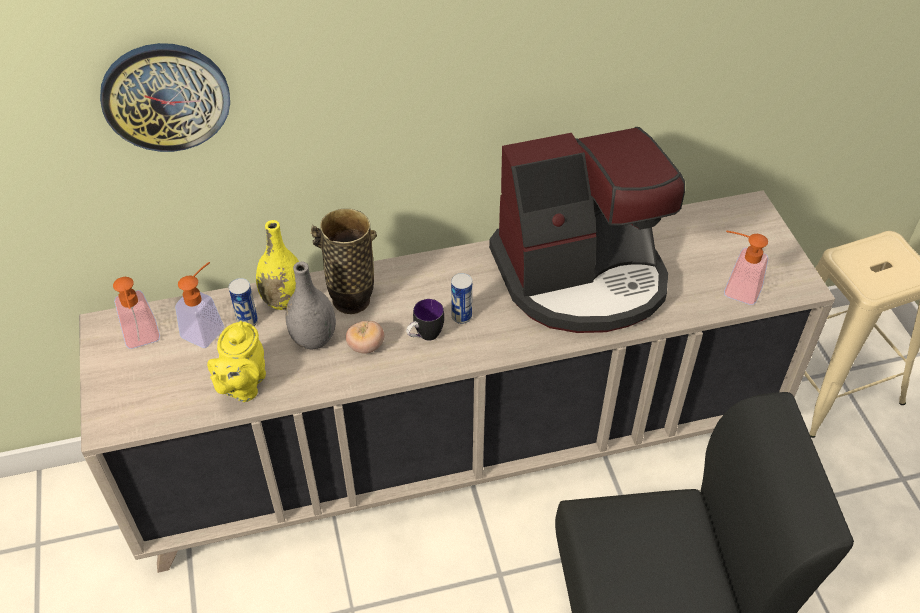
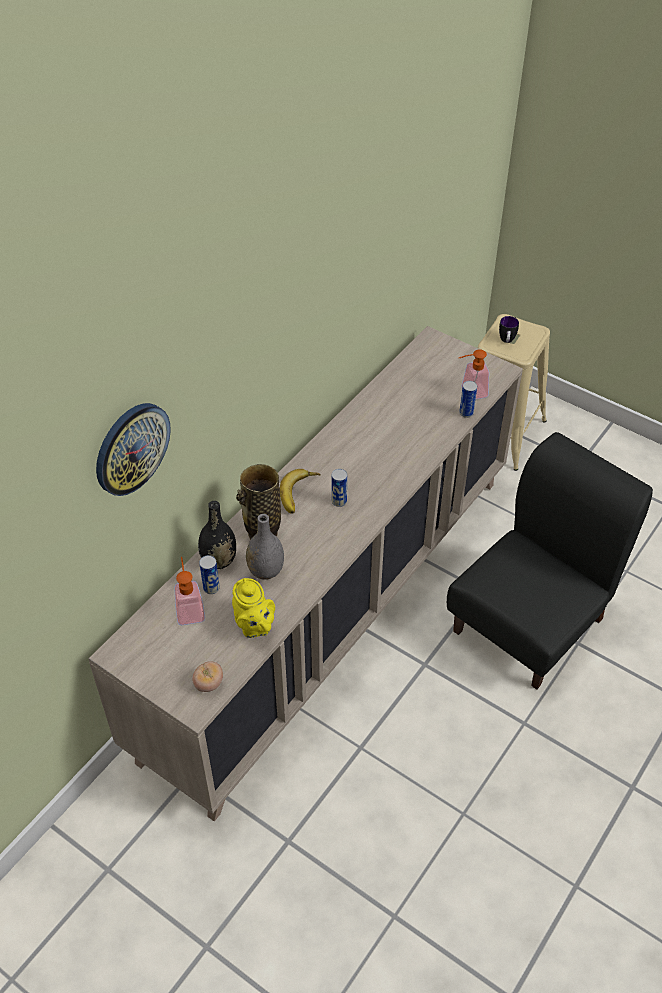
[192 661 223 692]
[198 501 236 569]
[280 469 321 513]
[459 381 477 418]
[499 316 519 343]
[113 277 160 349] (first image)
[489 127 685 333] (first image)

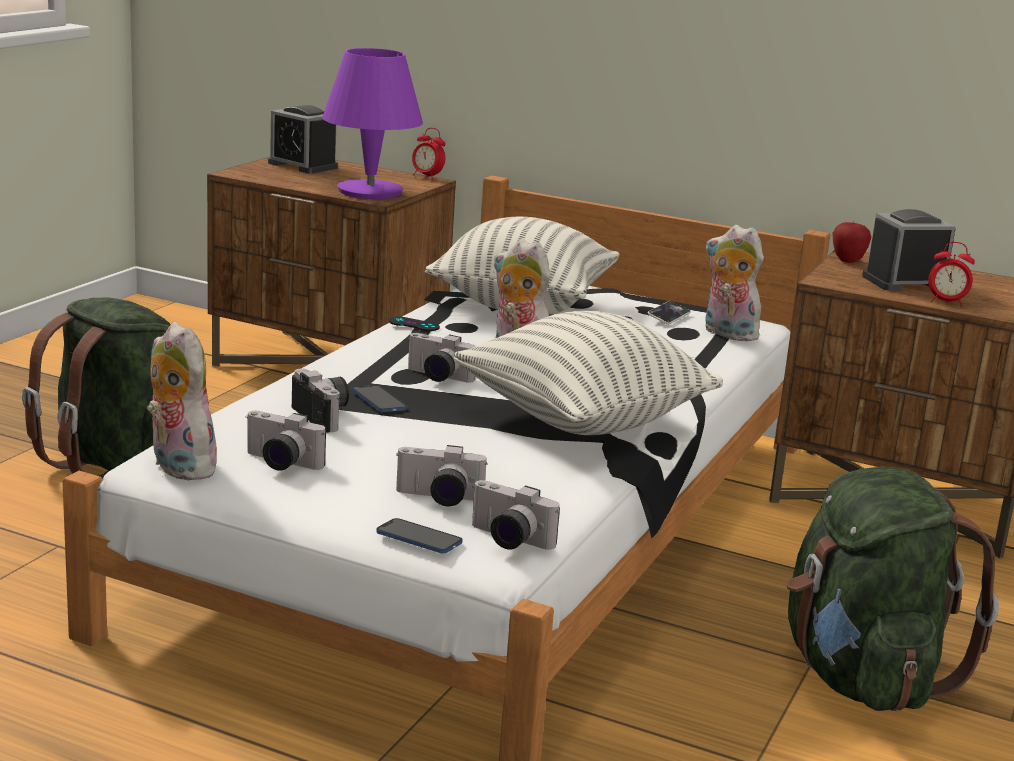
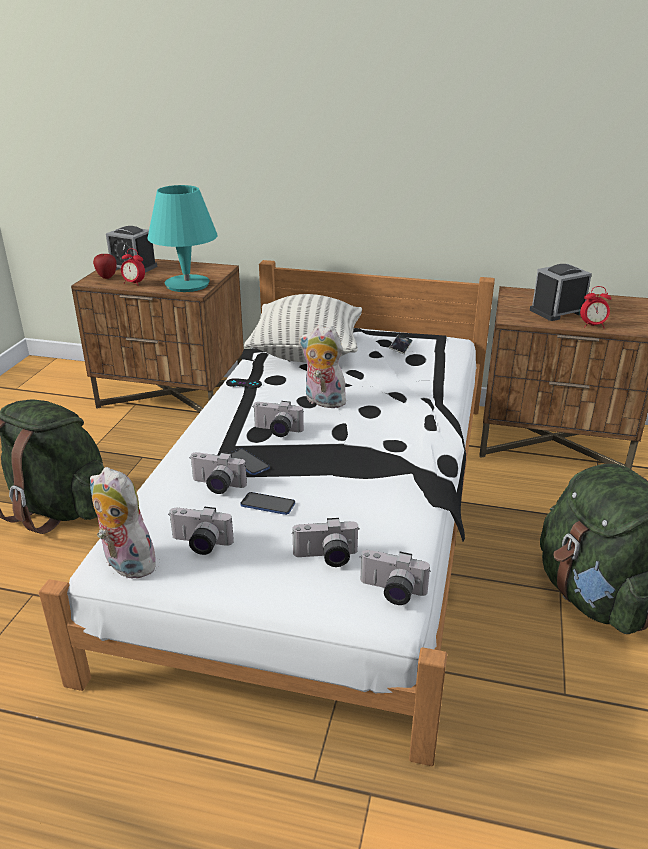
[93 253 117 279]
[121 248 145 286]
[147 185 217 292]
[190 452 247 494]
[241 492 295 515]
[453 311 723 435] (first image)
[705 225 764 341] (first image)

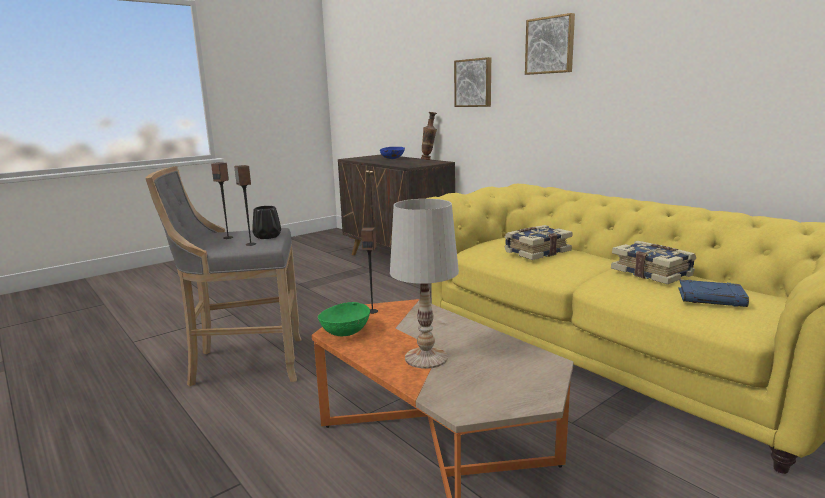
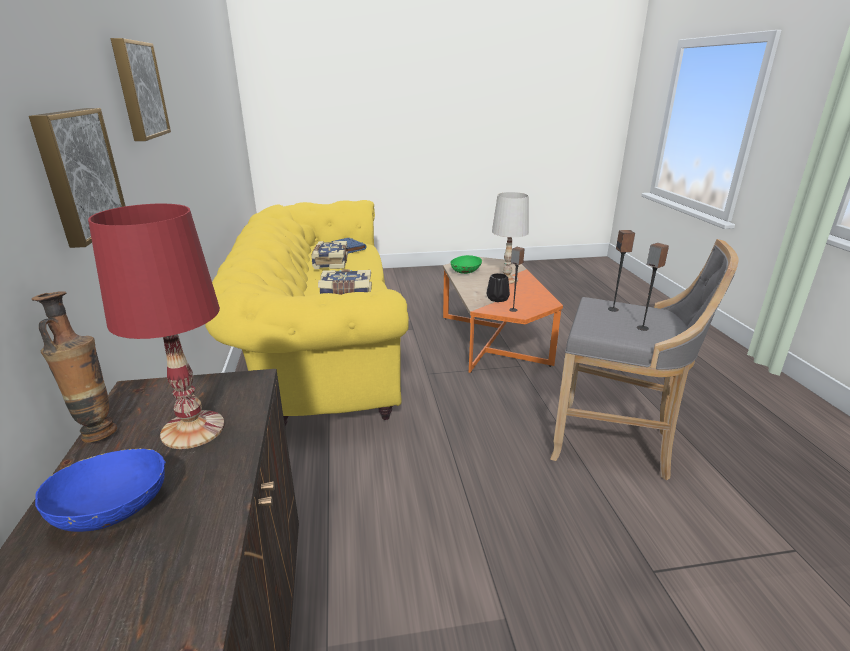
[88 204 225 449]
[451 255 482 274]
[486 273 510 302]

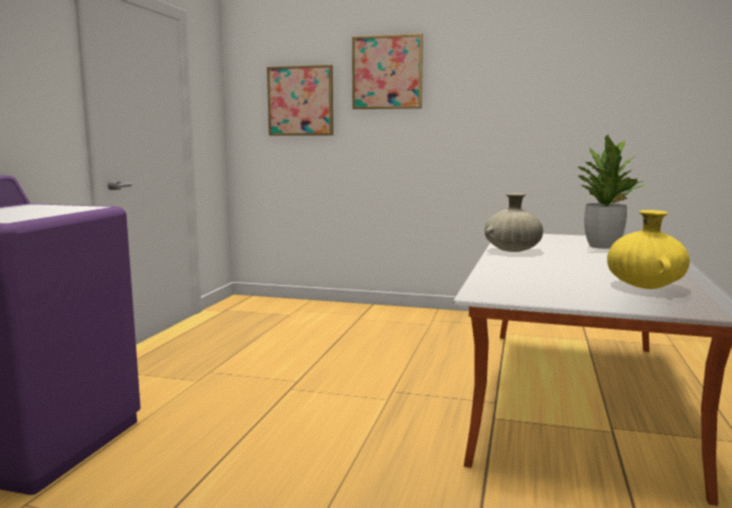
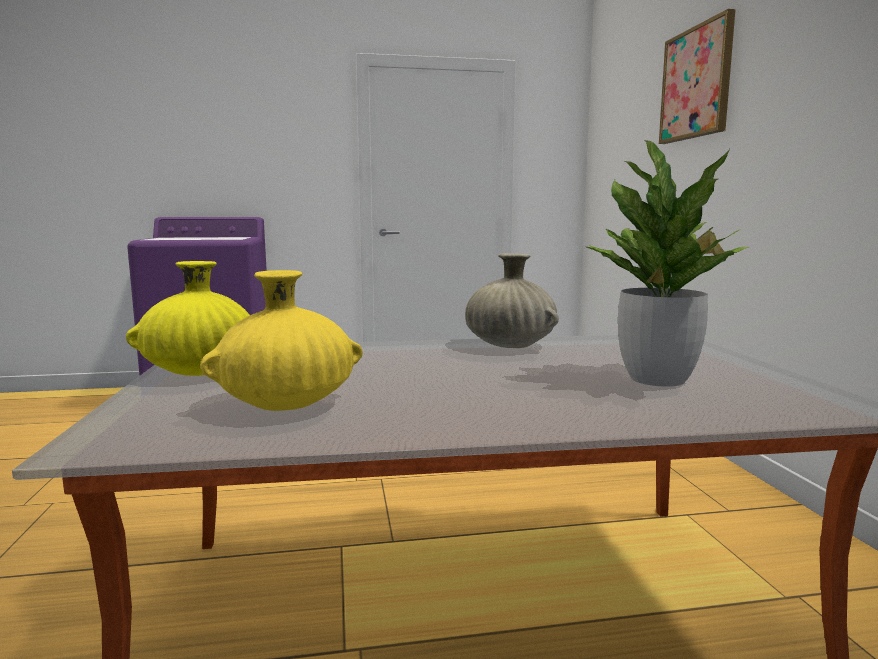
[126 261 250 376]
[267 65 333 136] (first image)

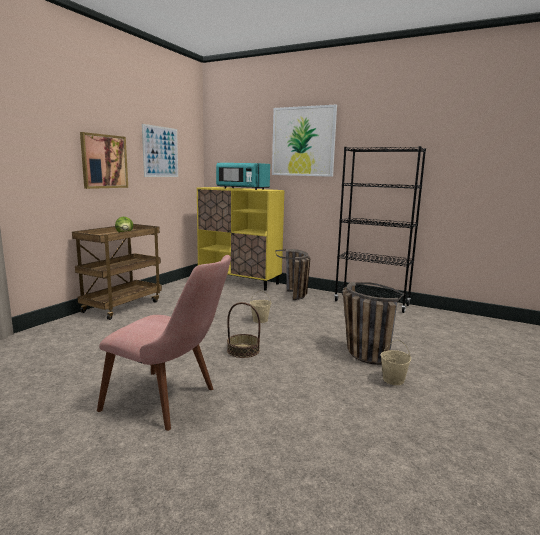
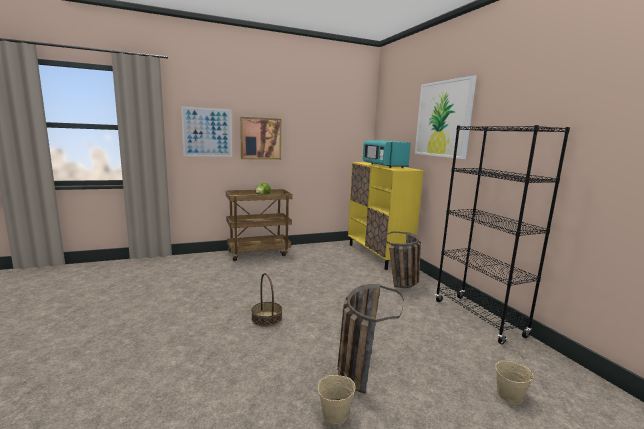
[181 106 232 157]
[495 353 533 404]
[97 255 231 431] (first image)

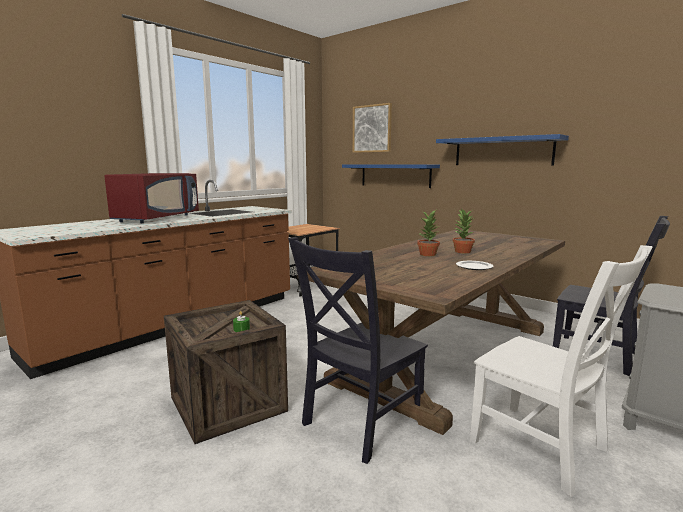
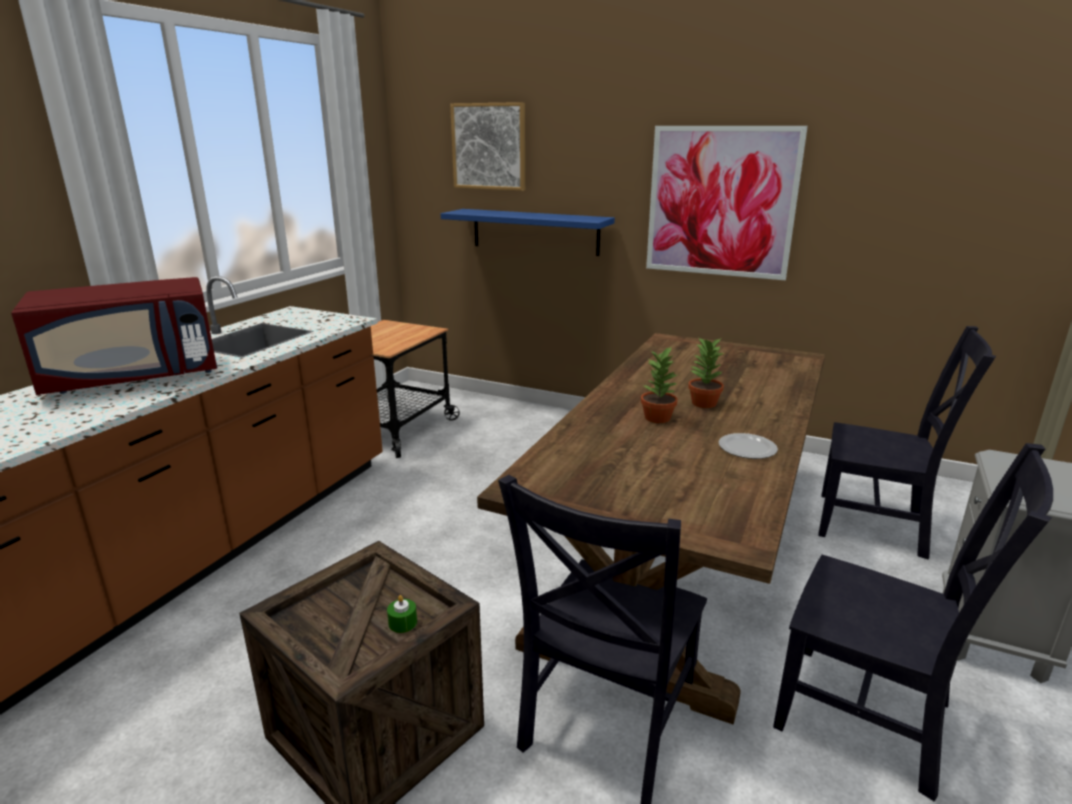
[11 277 217 395]
[646 126 808 280]
[773 443 1053 801]

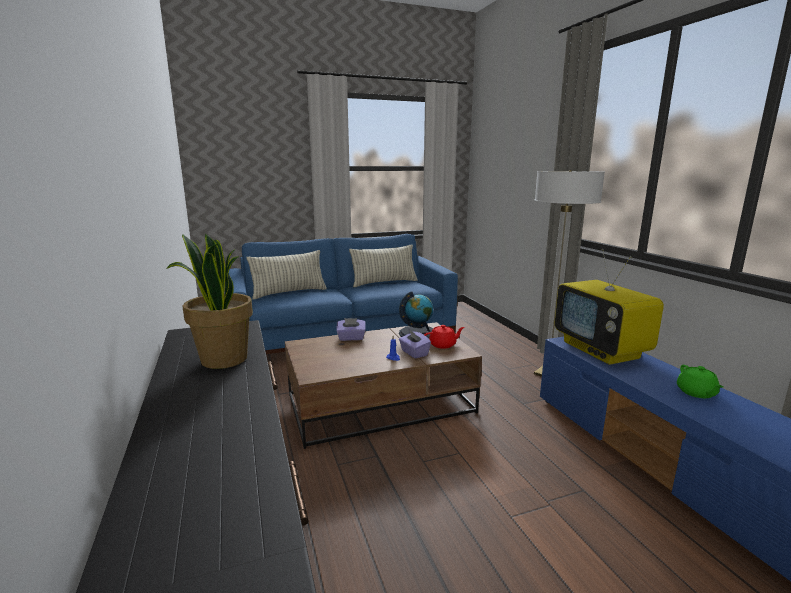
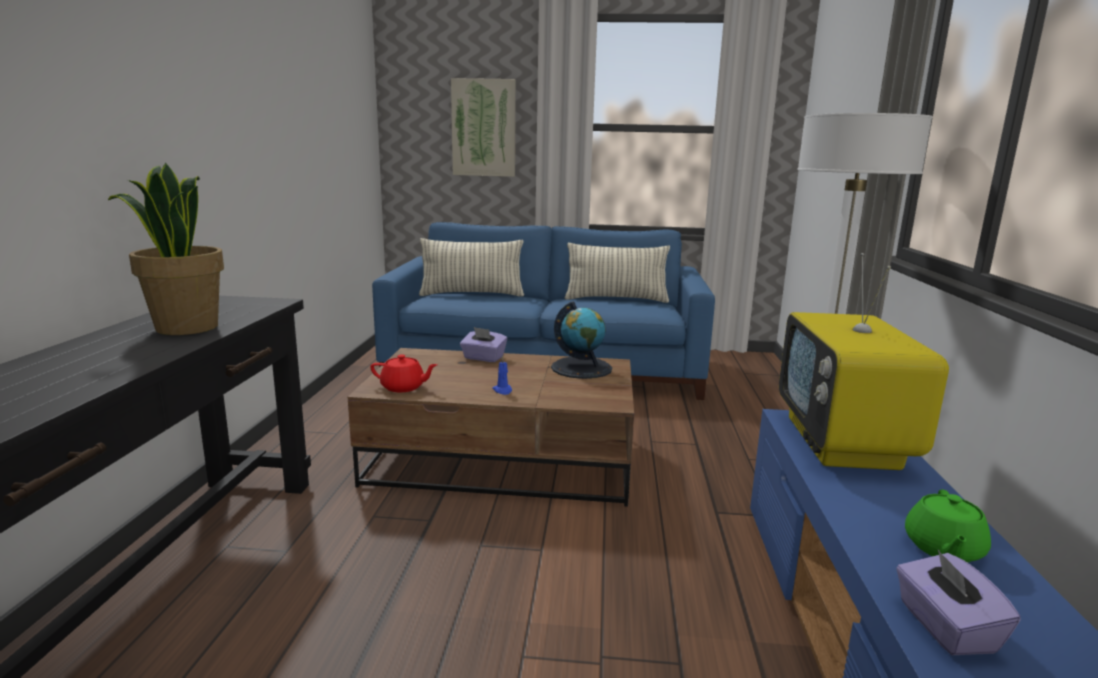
[370 354 438 392]
[451 78 516 177]
[896 550 1021 655]

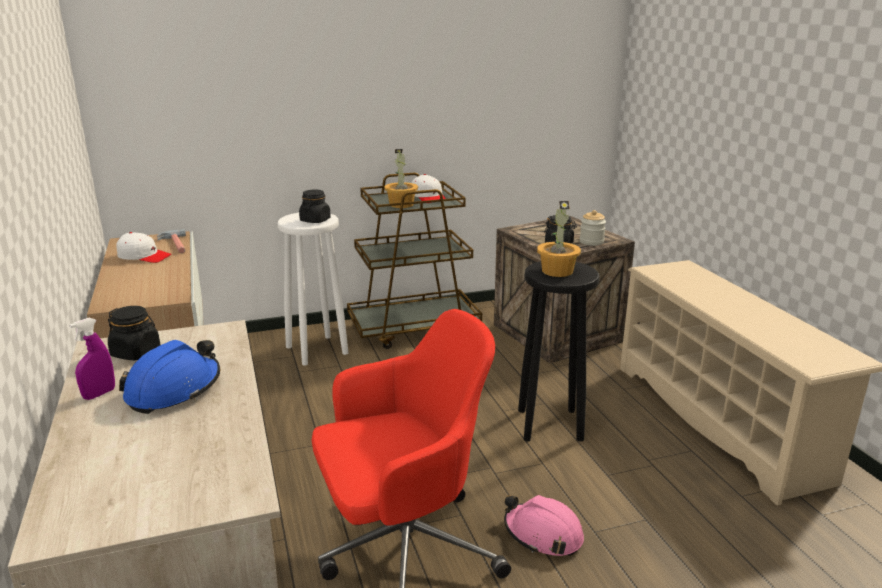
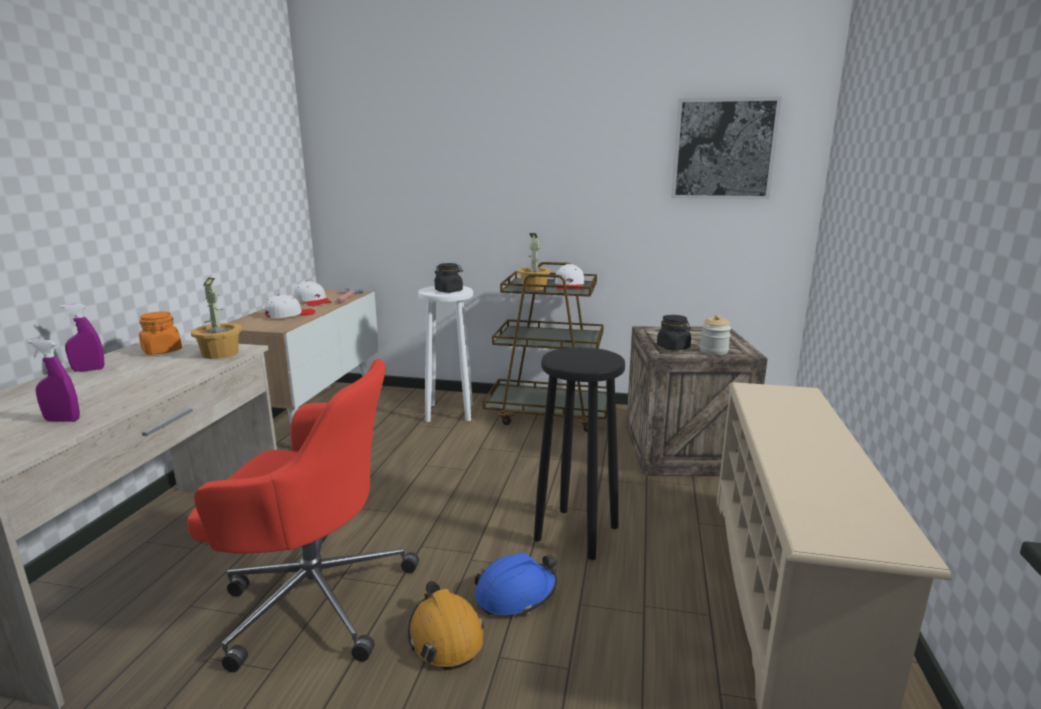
[27 340 80 422]
[139 312 182 355]
[191 277 242 359]
[265 295 315 318]
[408 581 484 670]
[474 552 557 615]
[671 96 782 199]

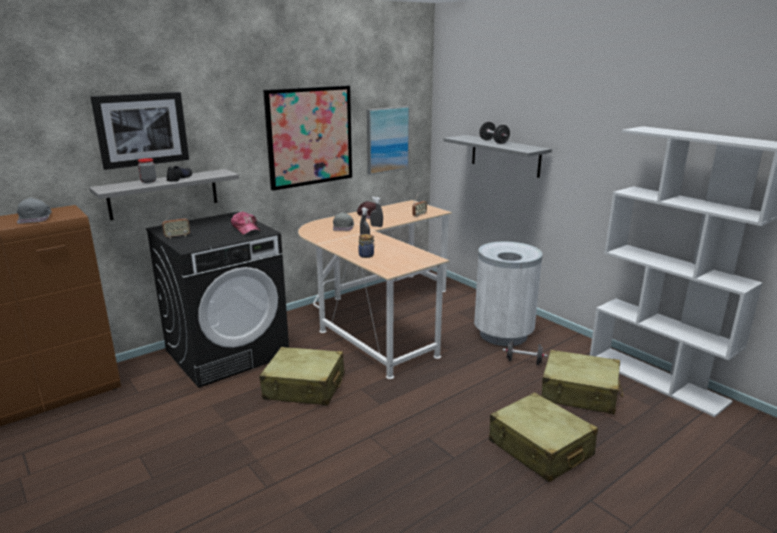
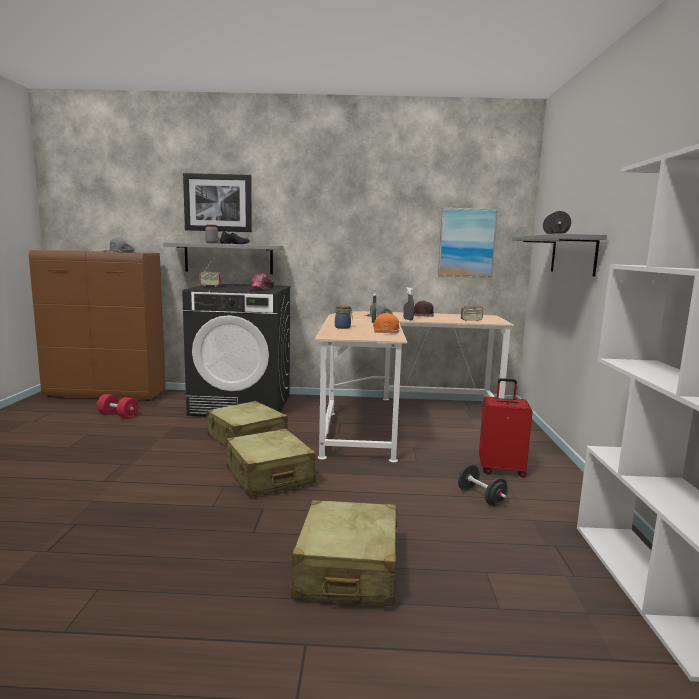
[97 394 139 418]
[226 429 316 497]
[373 313 400 334]
[479 378 533 478]
[263 86 352 191] (first image)

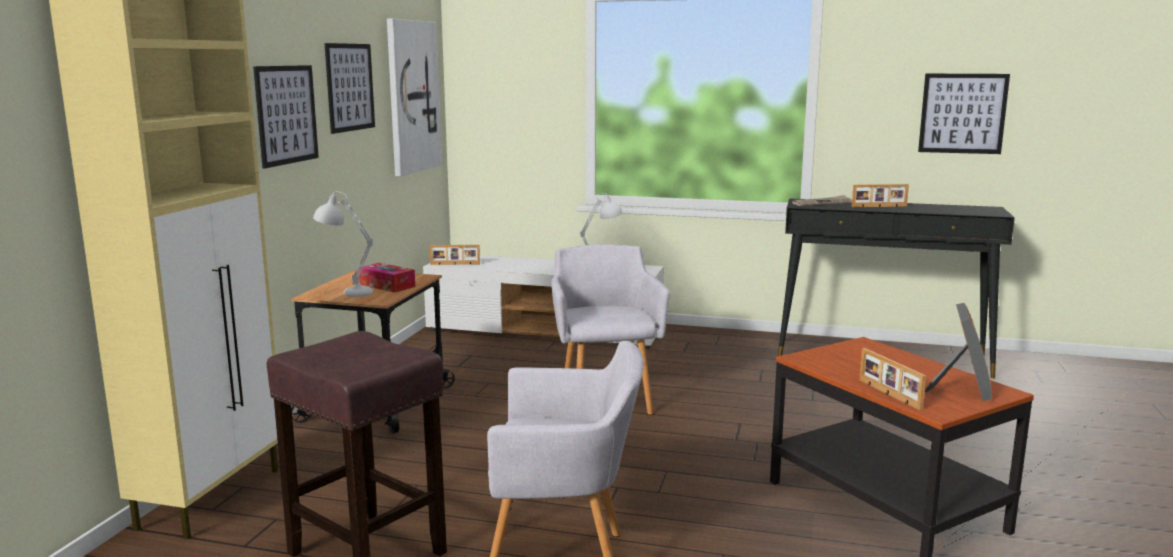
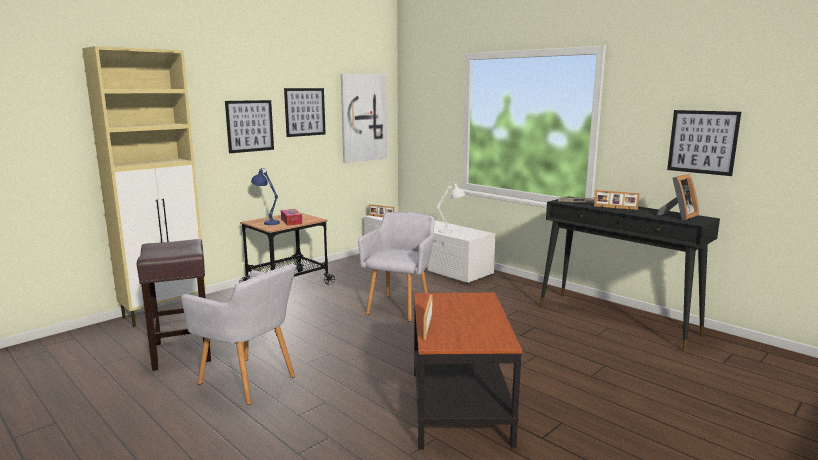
[251 168 280 225]
[656 174 699 220]

